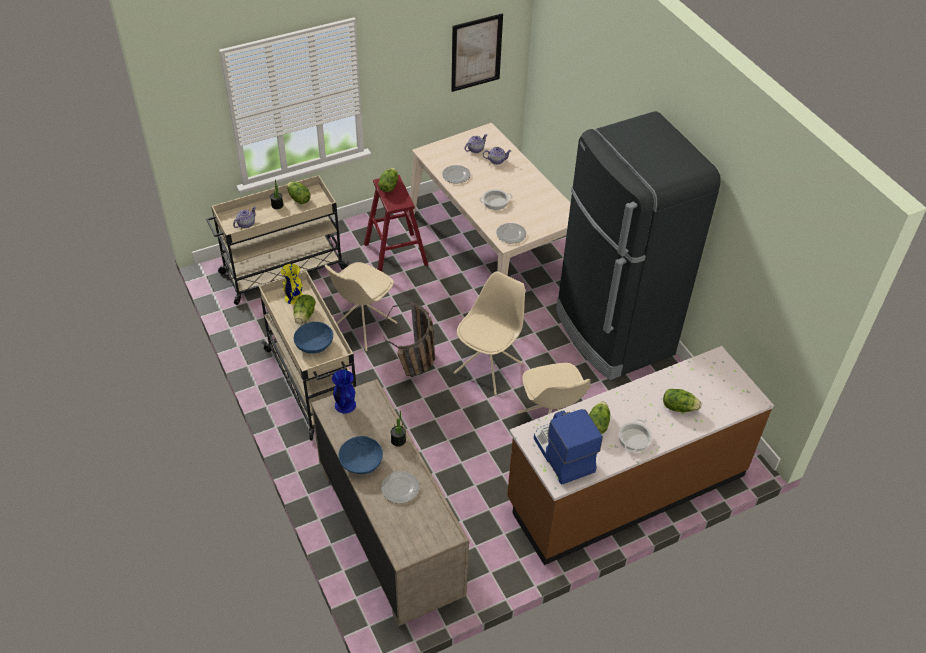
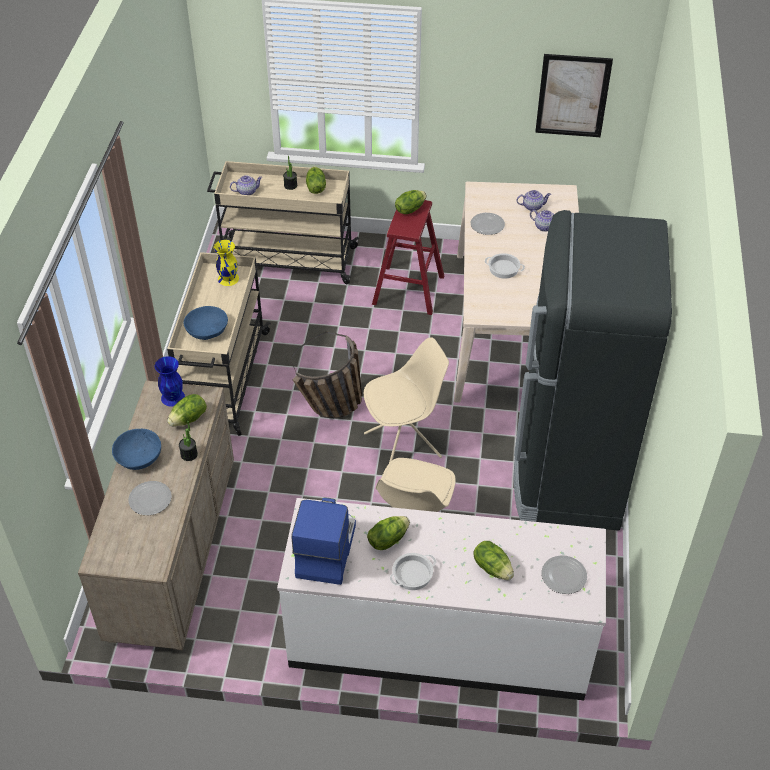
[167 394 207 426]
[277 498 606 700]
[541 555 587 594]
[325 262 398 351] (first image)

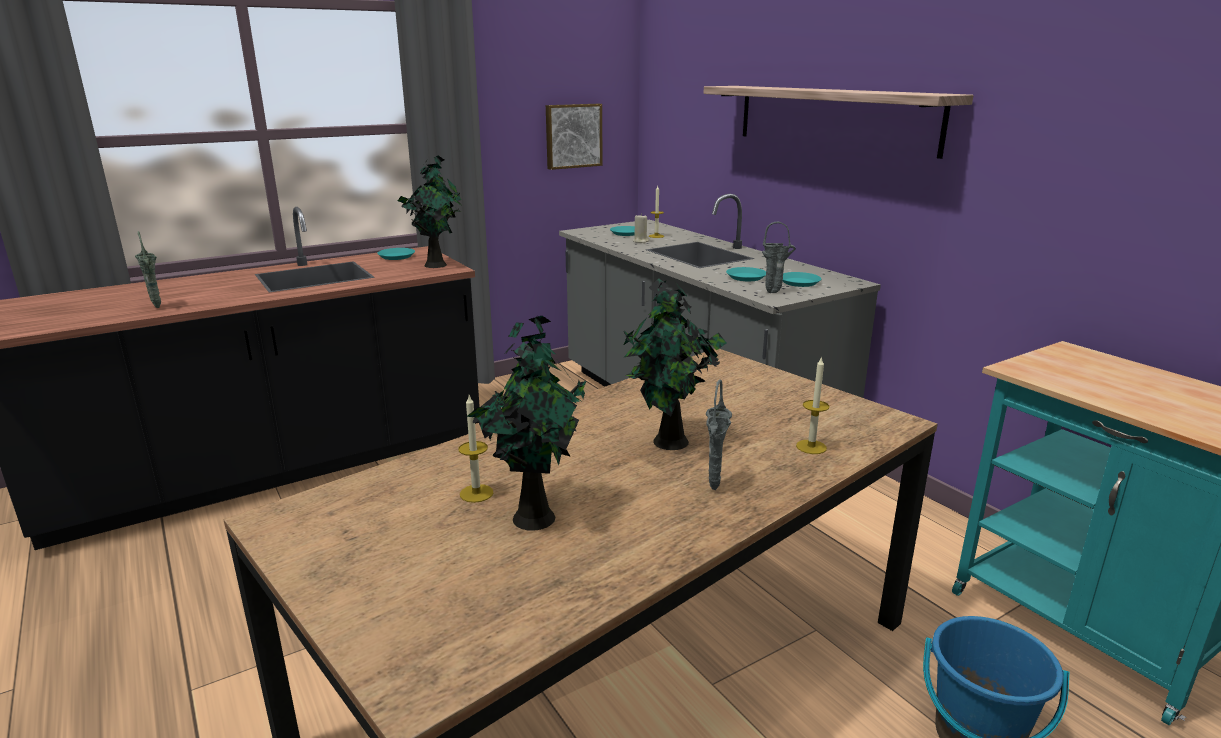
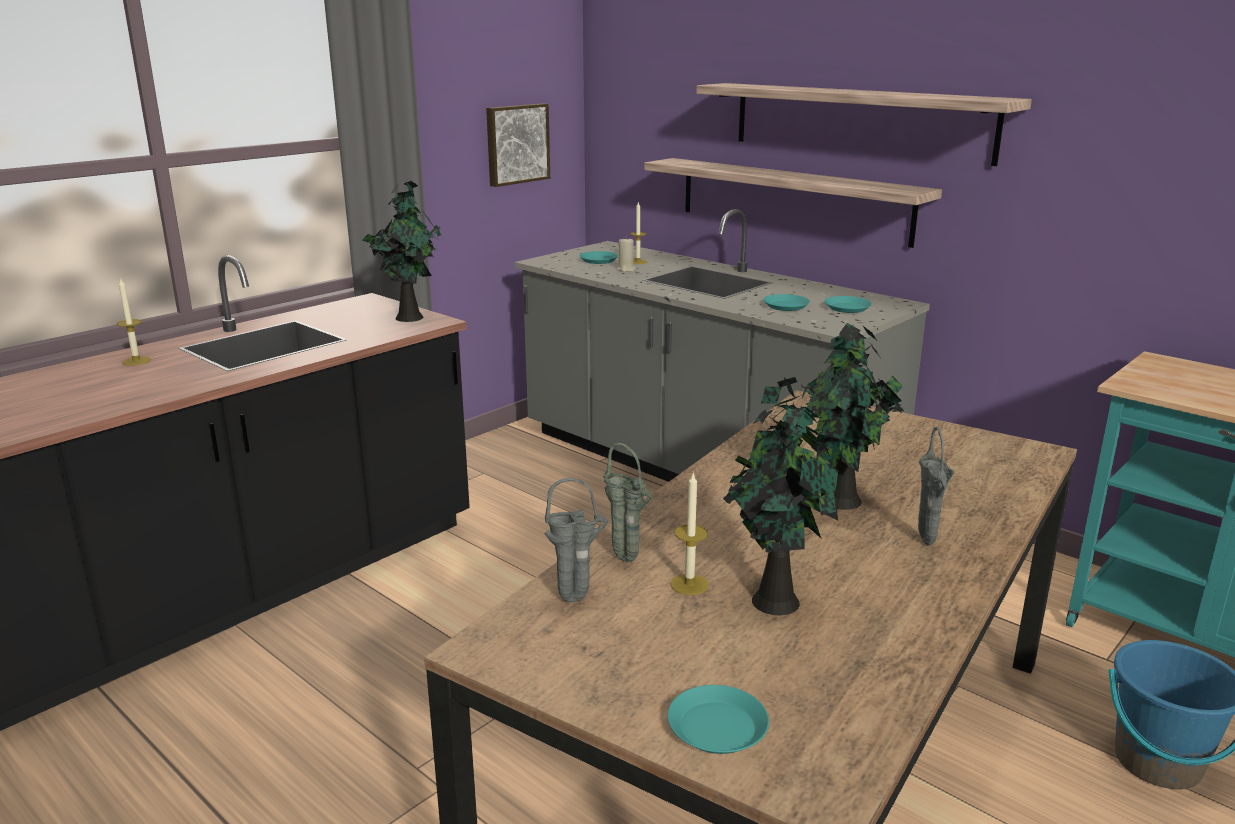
[117 278 151 366]
[545 478 608 602]
[603 443 651 562]
[644 158 942 248]
[667 685 769 754]

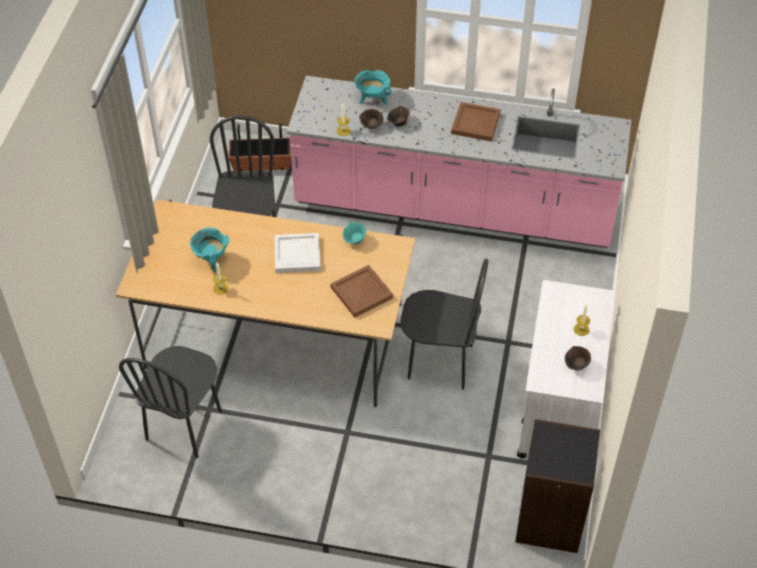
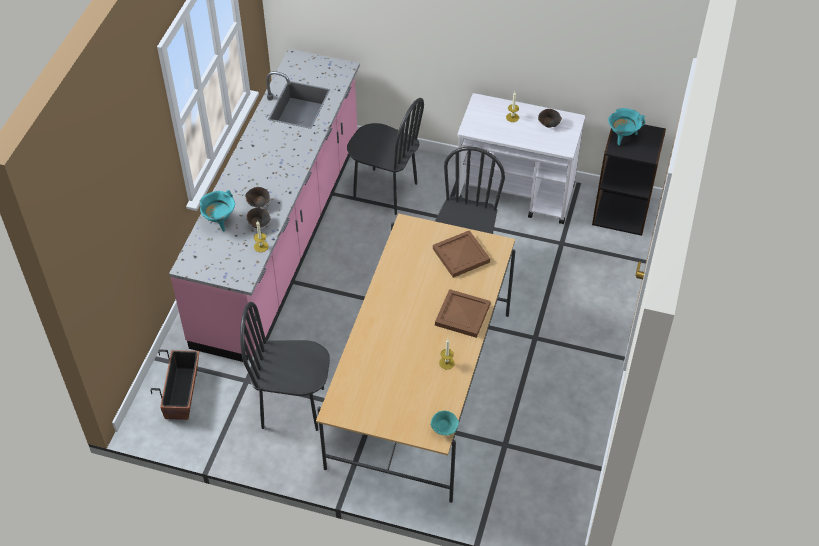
[347 98 424 215]
[431 411 459 435]
[435 289 491 338]
[608 108 645 146]
[275 233 320 273] (first image)

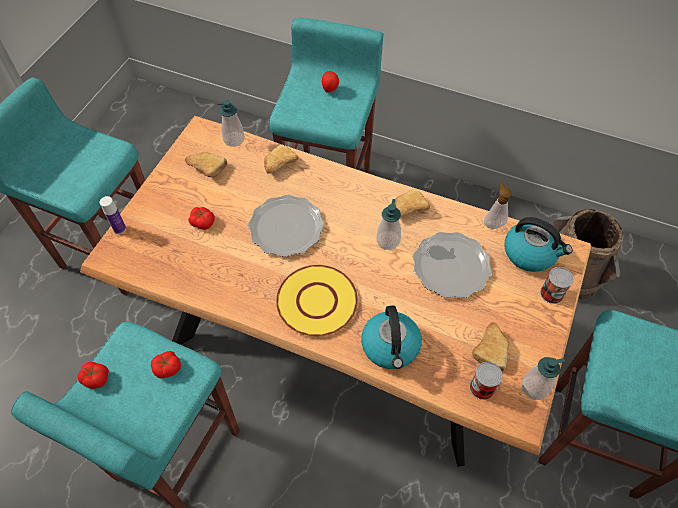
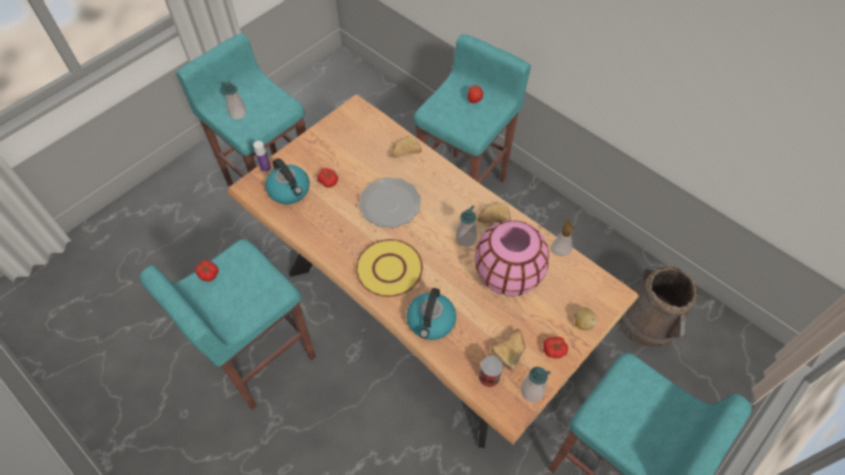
[221 82 247 120]
[265 158 310 204]
[475 220 549 296]
[543 337 568 358]
[574 307 596 330]
[185 152 227 177] (first image)

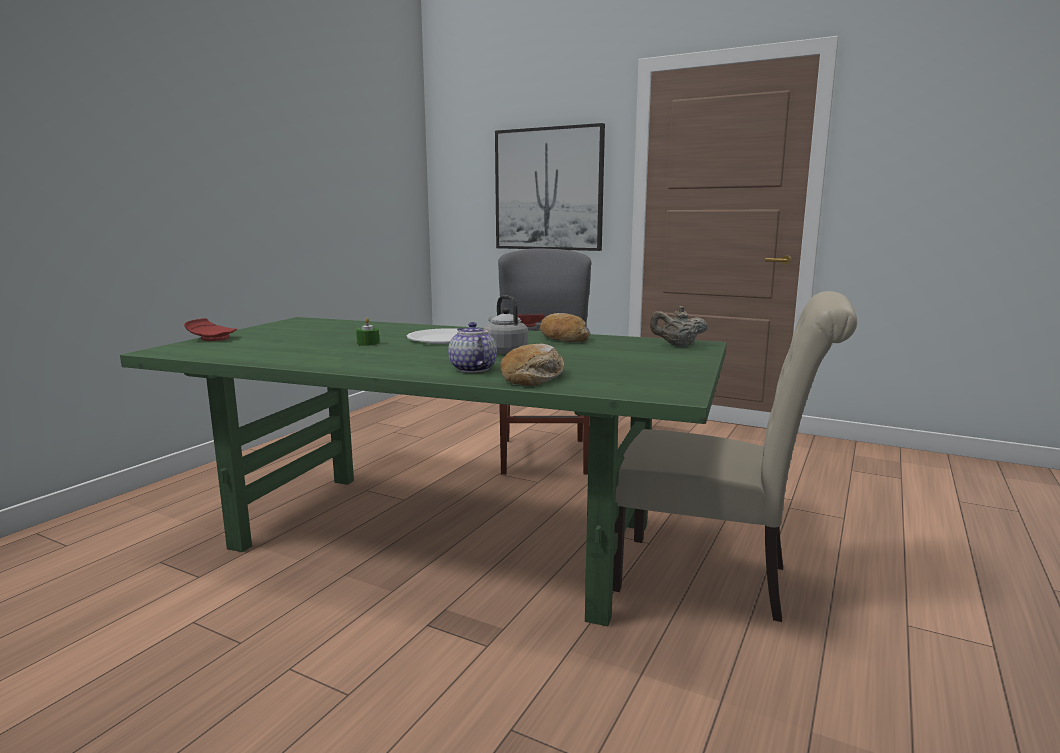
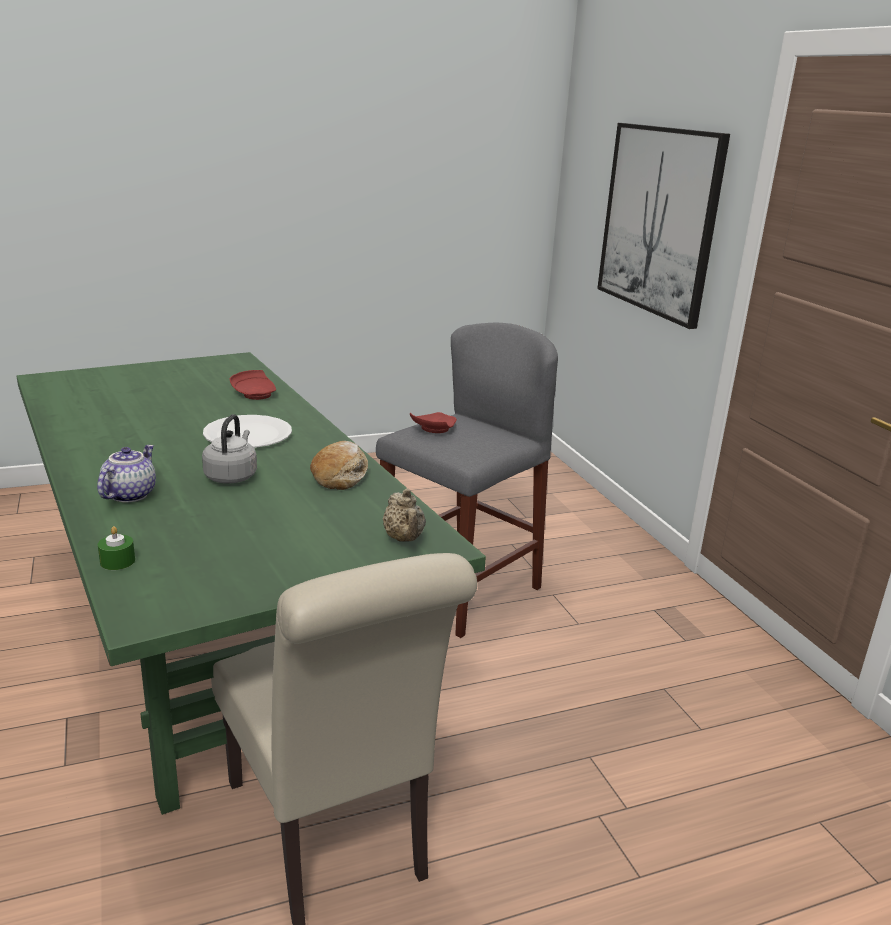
[98 526 135 570]
[230 370 276 400]
[383 488 426 542]
[500 344 564 386] (first image)

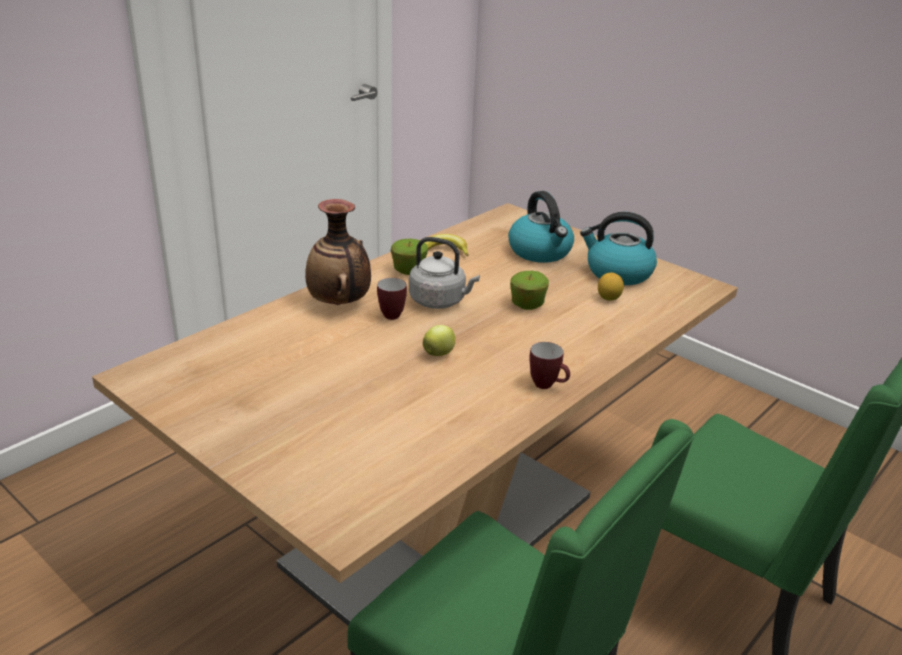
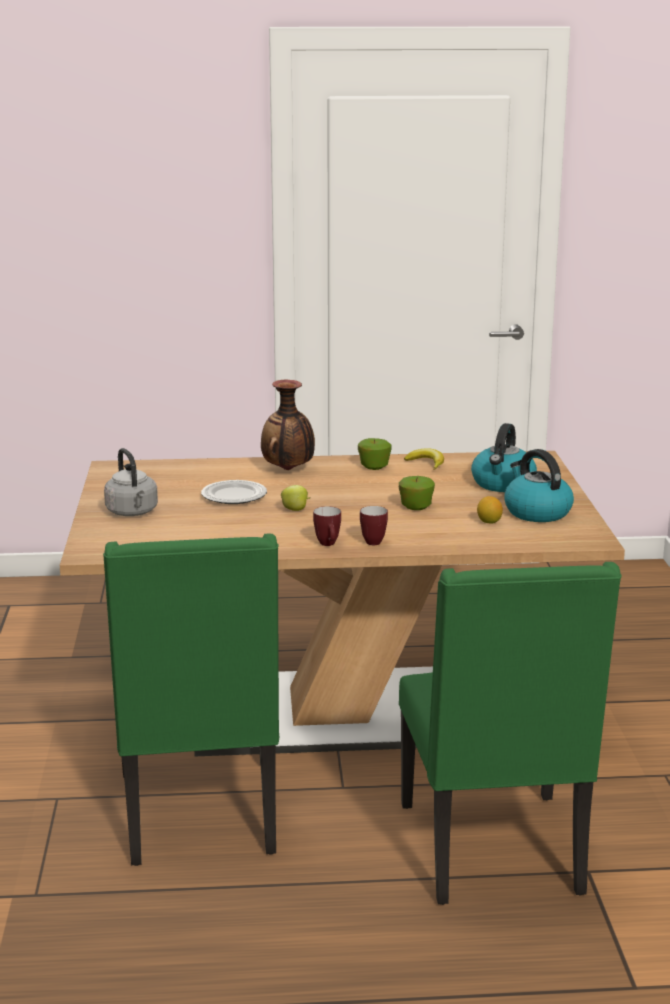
[104 448 158 516]
[201 480 267 504]
[360 506 388 545]

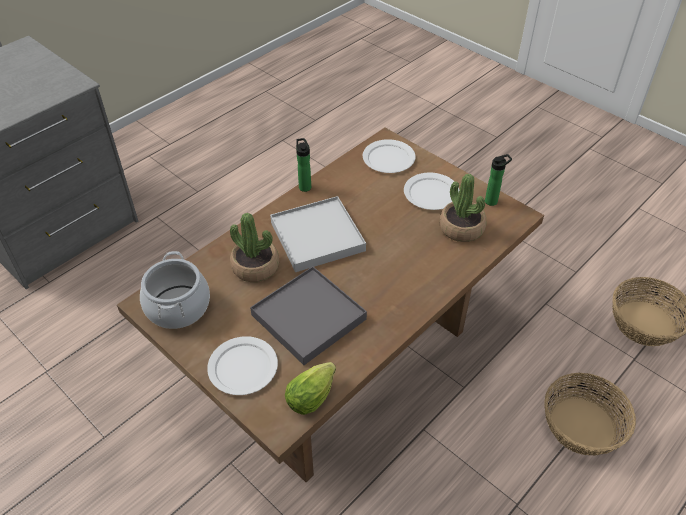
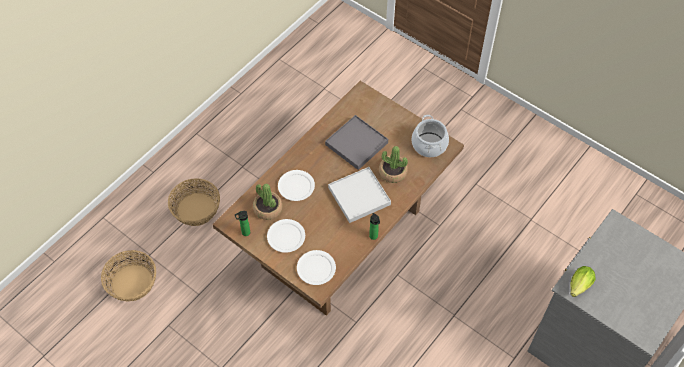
[278 170 315 201]
[570 266 595 297]

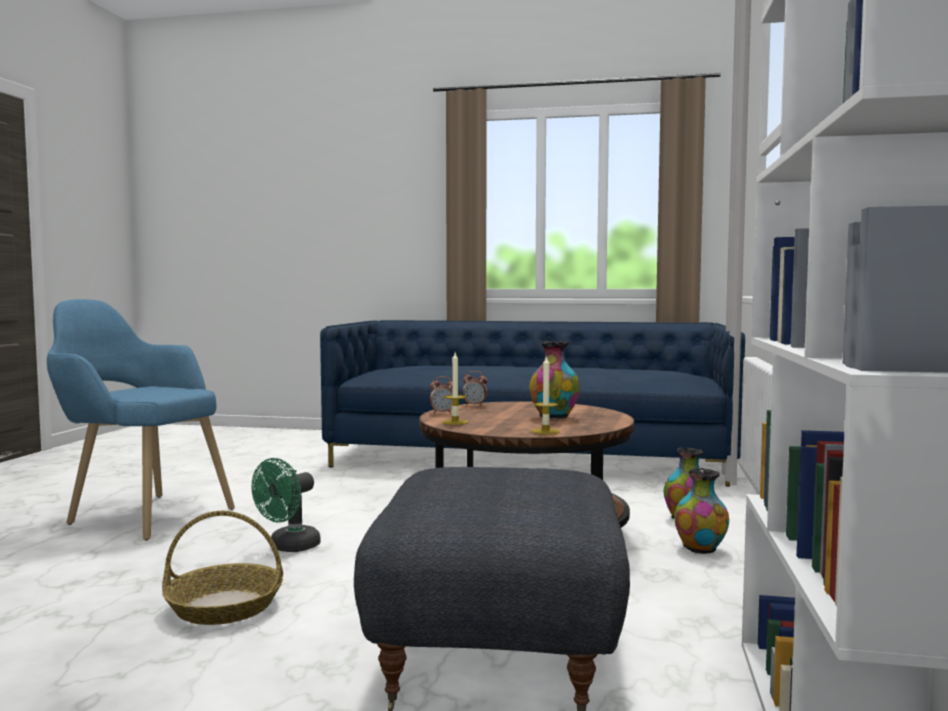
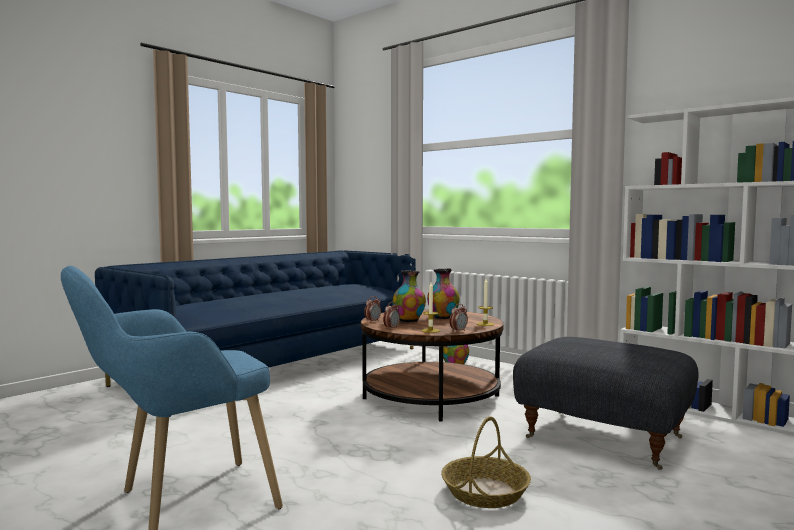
[393 270 426 323]
[449 304 468 332]
[252 458 320 552] (first image)

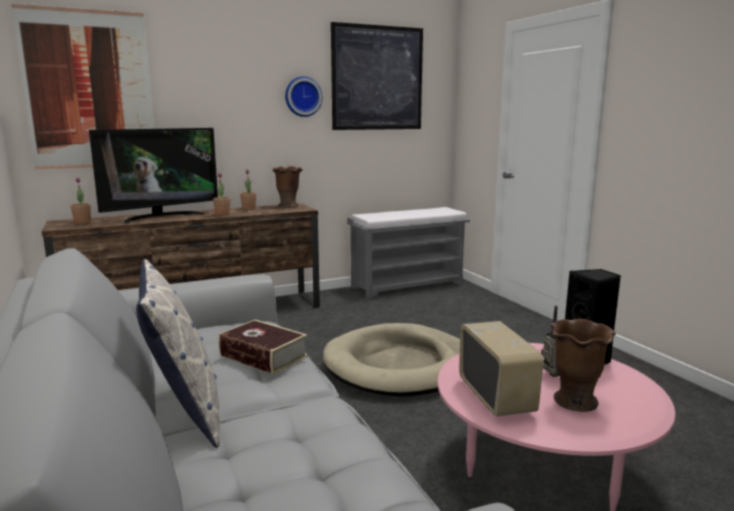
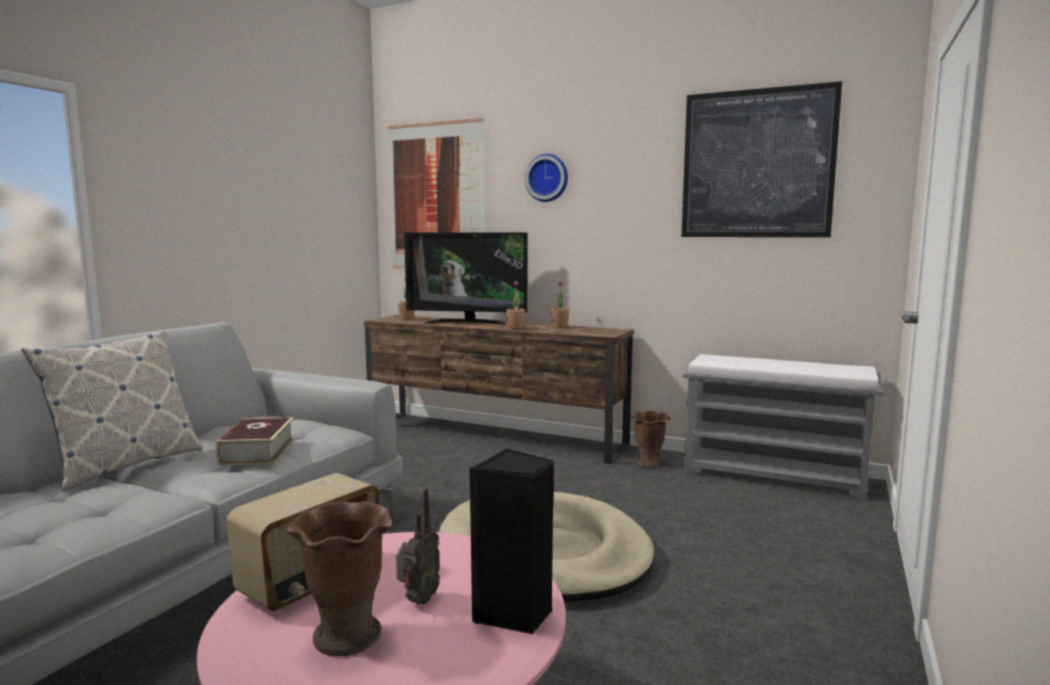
[525 154 568 202]
[631 411 671 468]

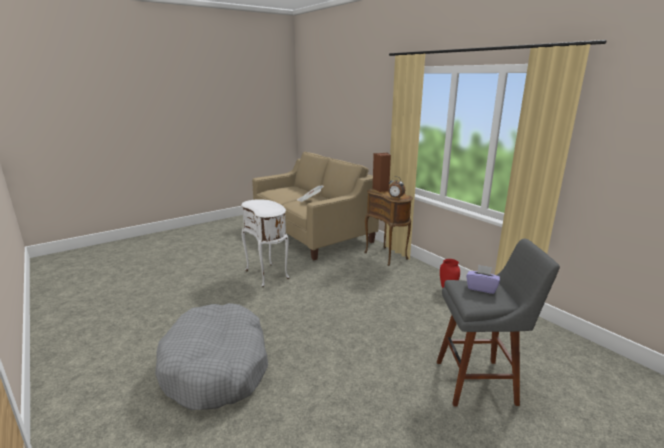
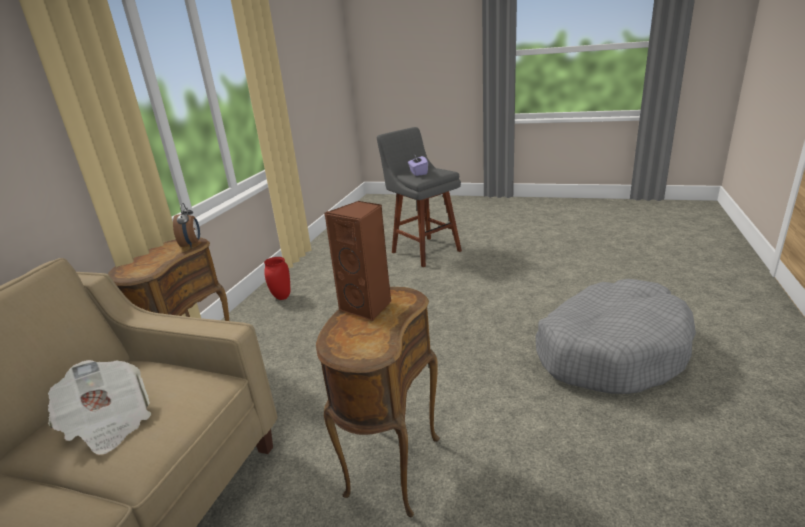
[316 287 440 517]
[325 201 391 322]

